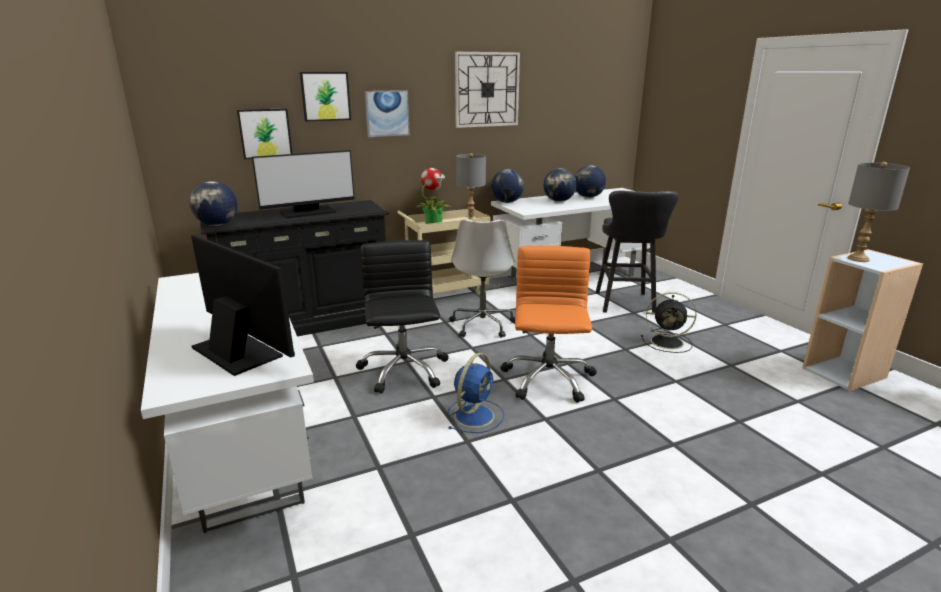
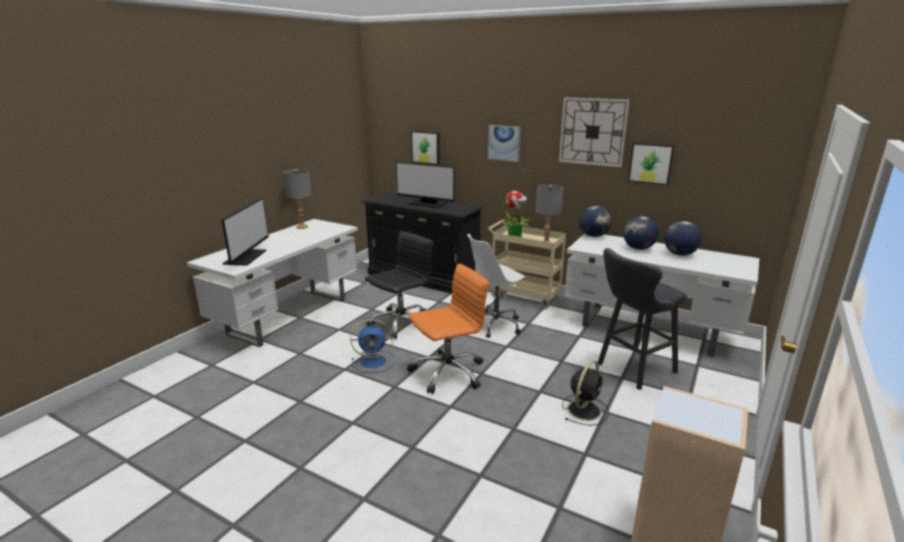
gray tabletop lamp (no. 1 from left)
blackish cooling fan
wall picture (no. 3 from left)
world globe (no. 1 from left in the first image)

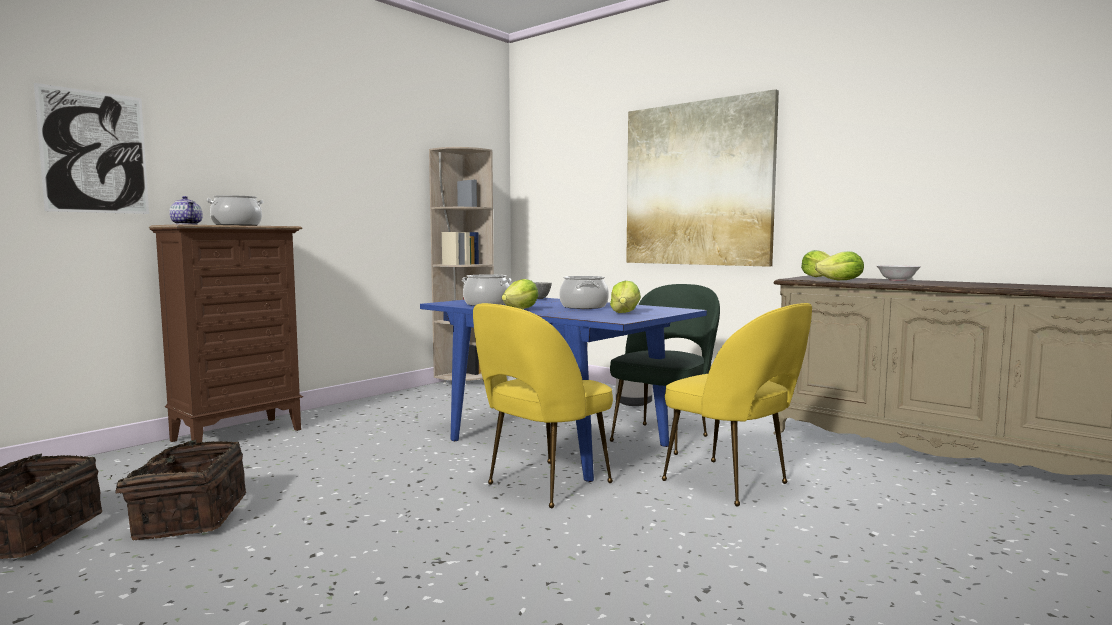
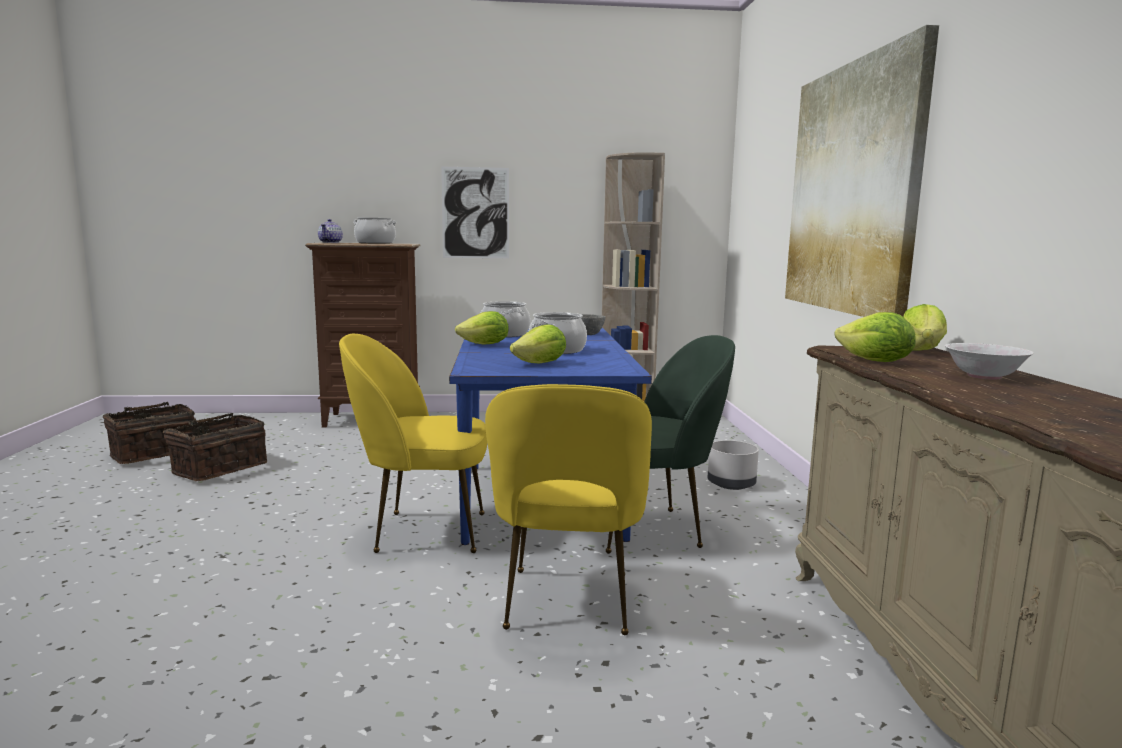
wall picture (no. 1 from left)

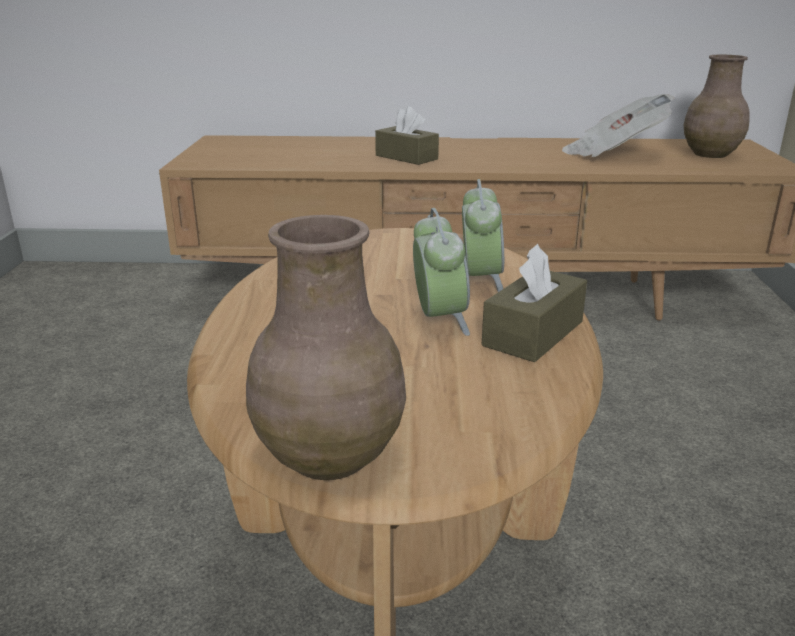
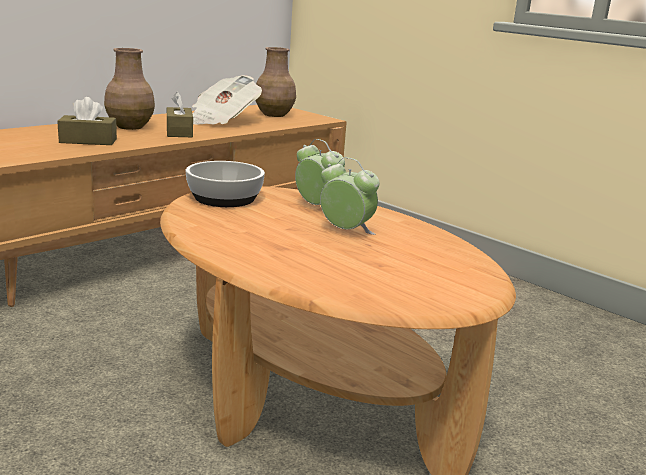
brown-coloured decorative vase (no. 1 from left)
brown-coloured box of tissues (no. 2 from left)
deep dish

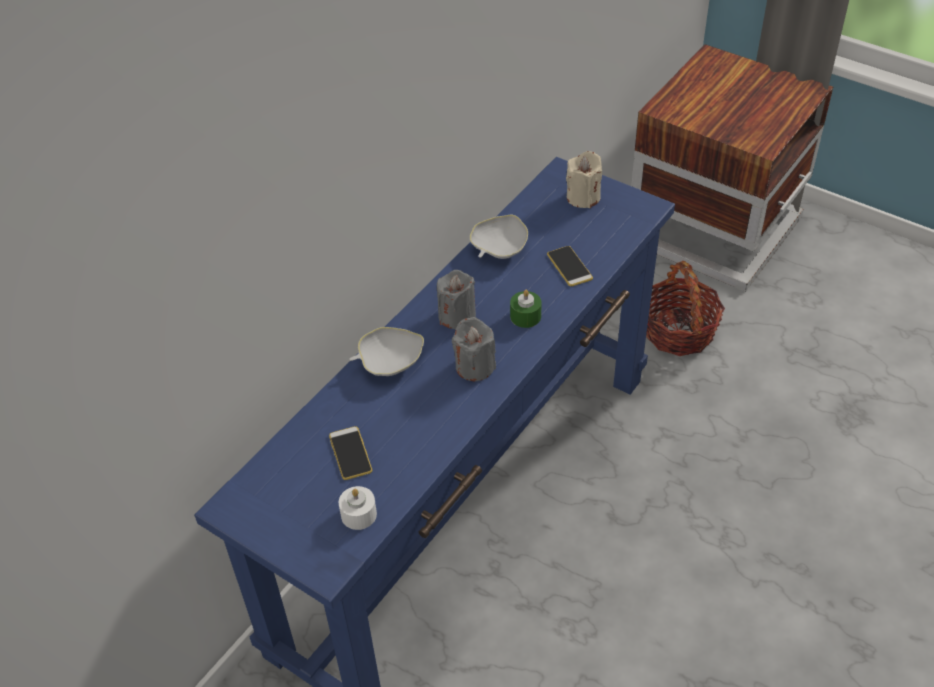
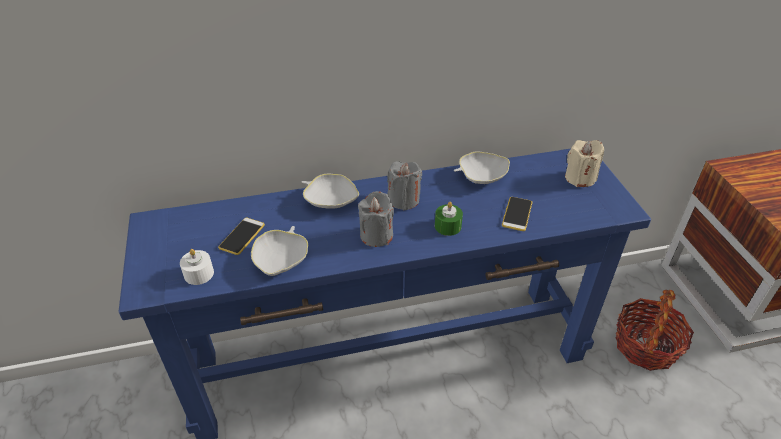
white-coloured deep dish (no. 1 from left)

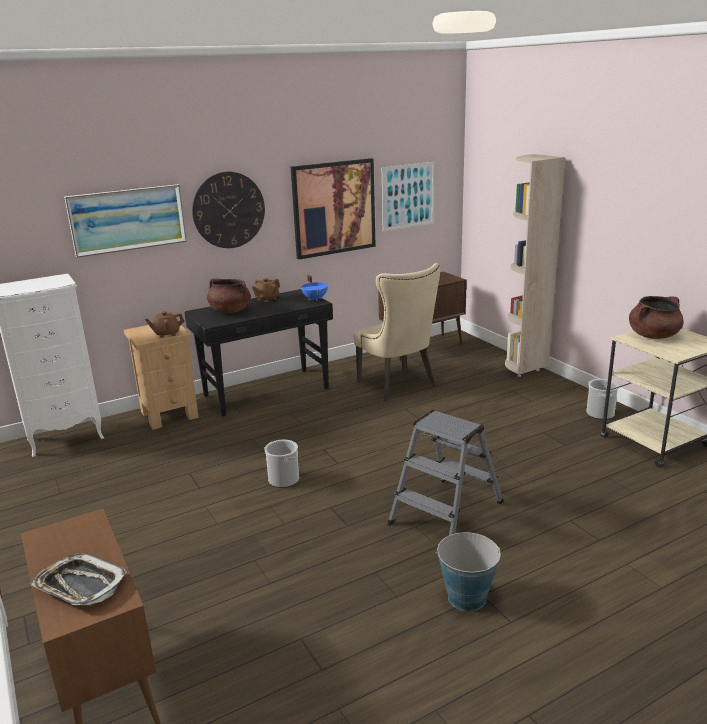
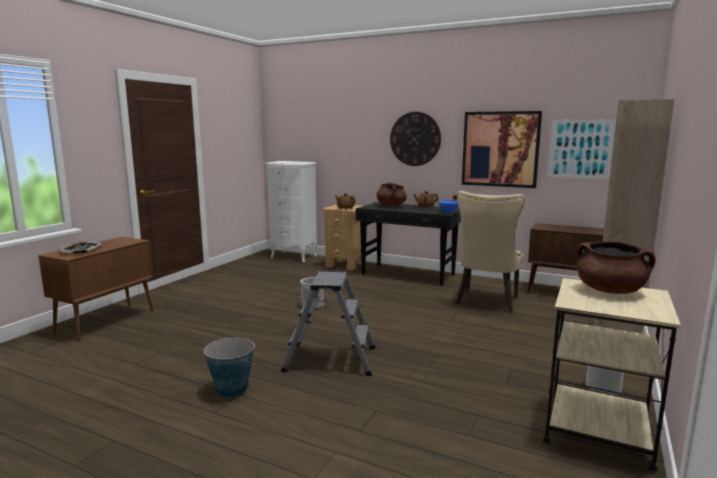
wall picture (no. 1 from left in the first image)

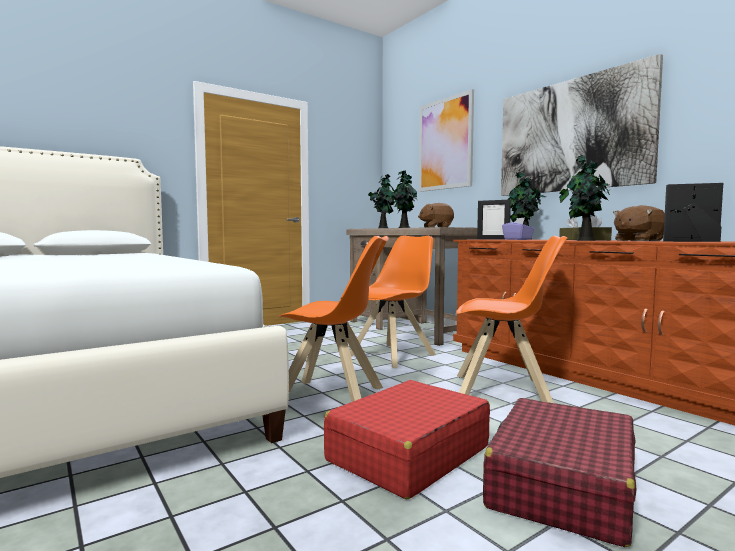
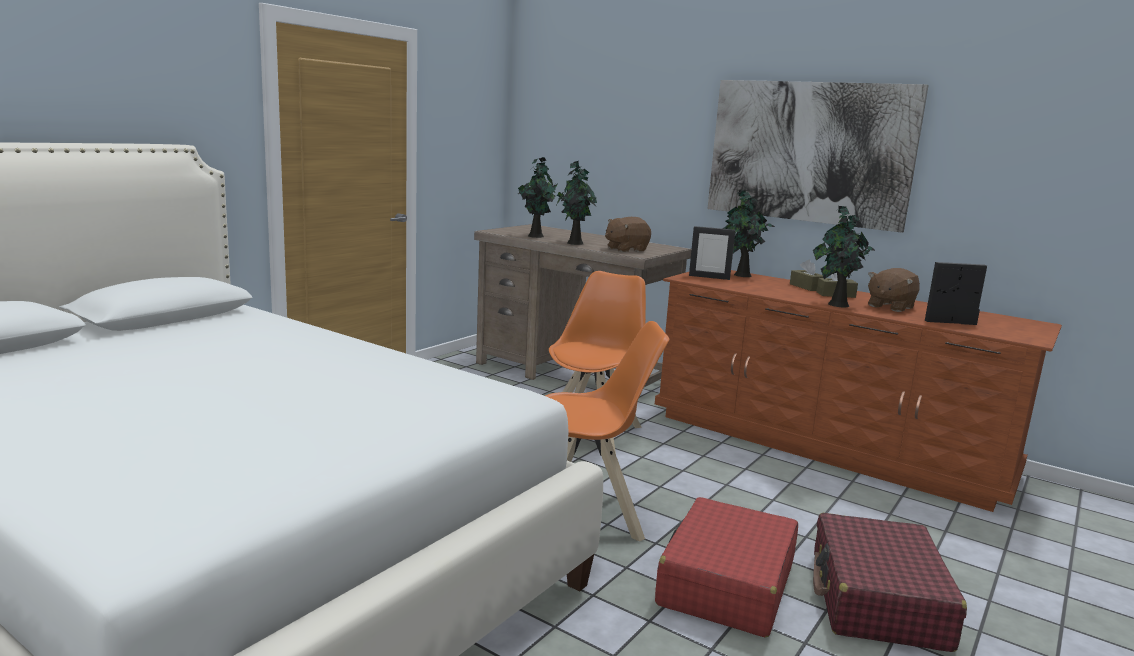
wall picture (no. 1 from left in the first image)
orangey chair (no. 3 from left in the first image)
purplish box of tissues

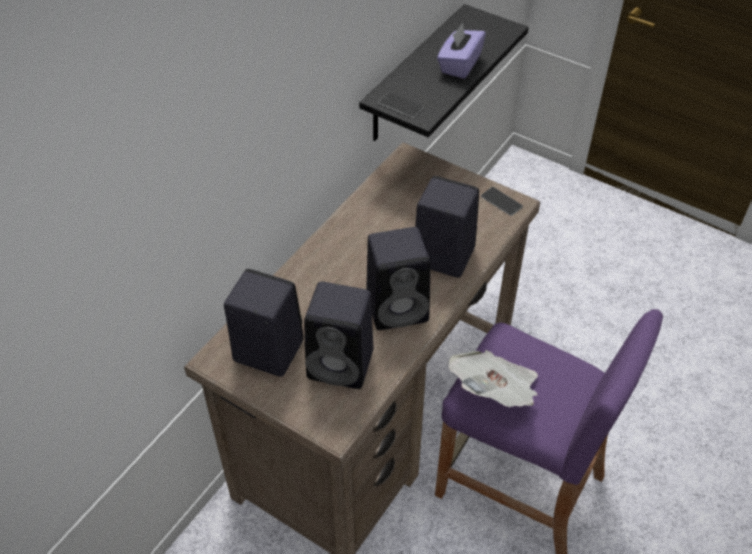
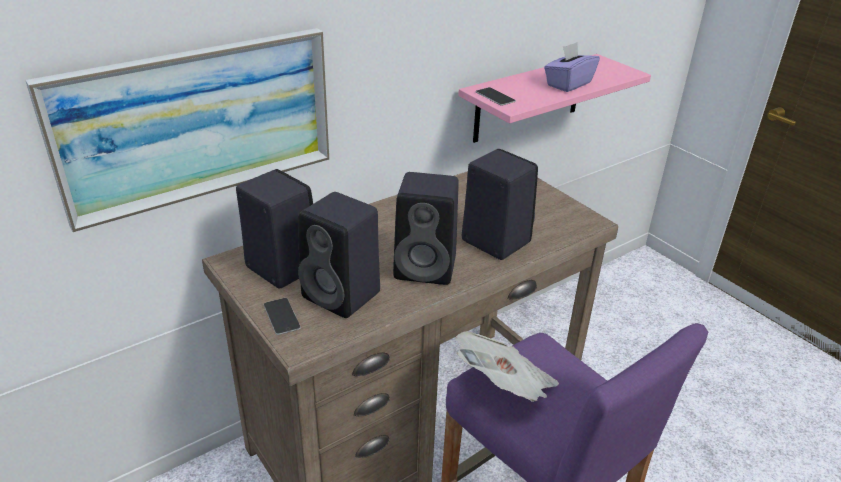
wall picture
handset (no. 1 from left)
pink-coloured bracket shelf

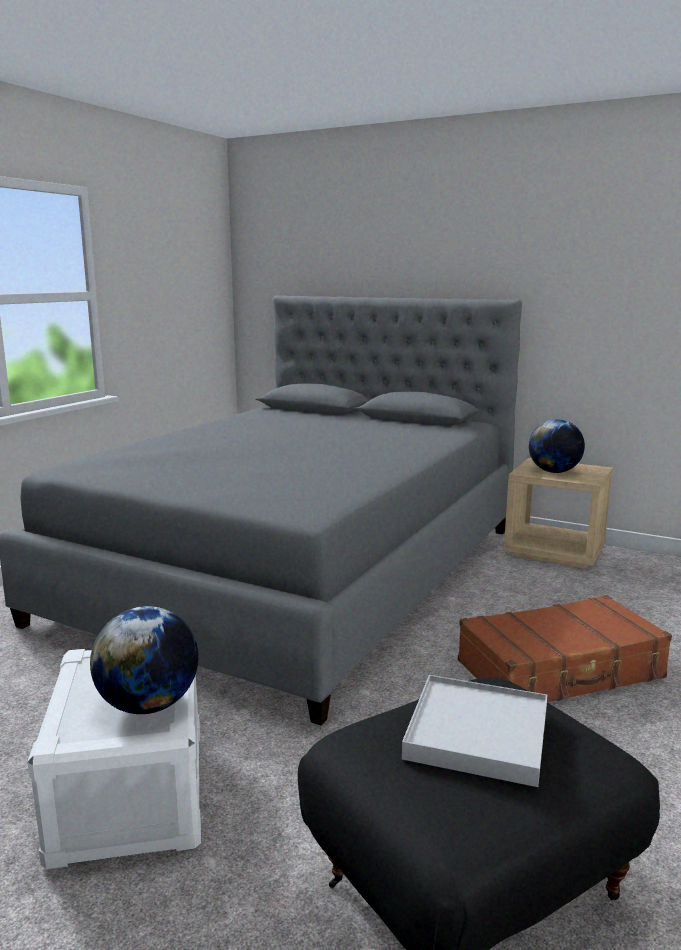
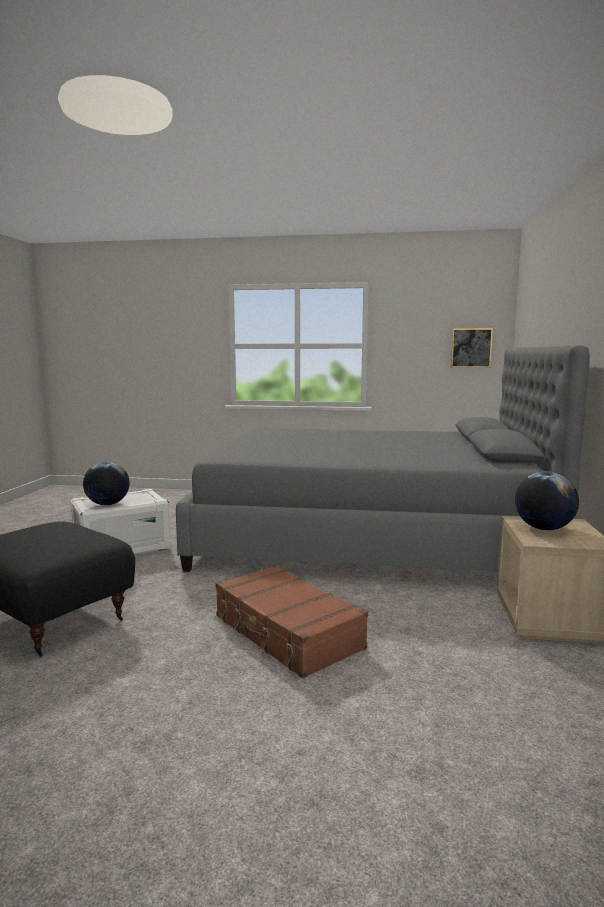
wall picture
white-coloured tray

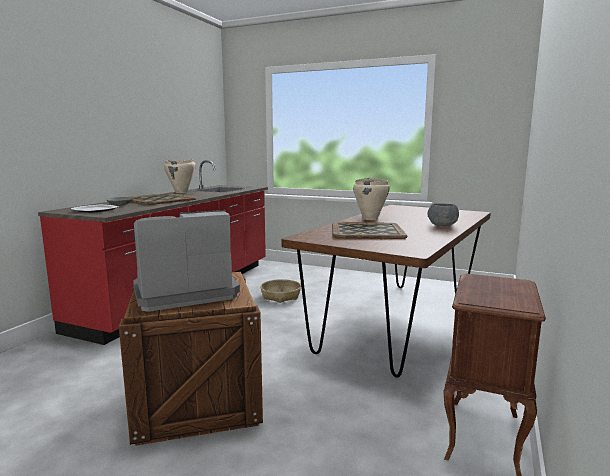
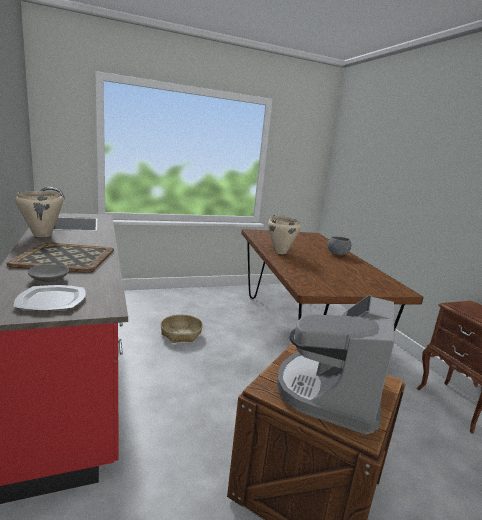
tray (no. 2 from left in the first image)

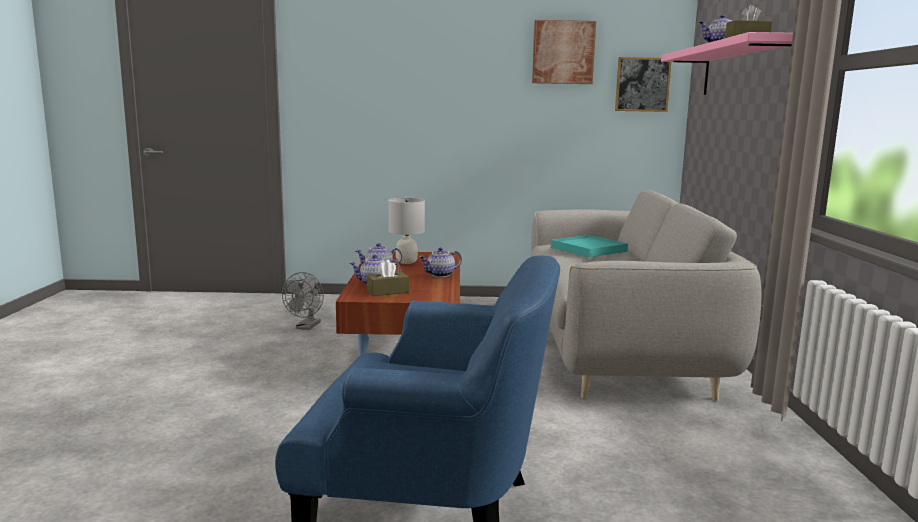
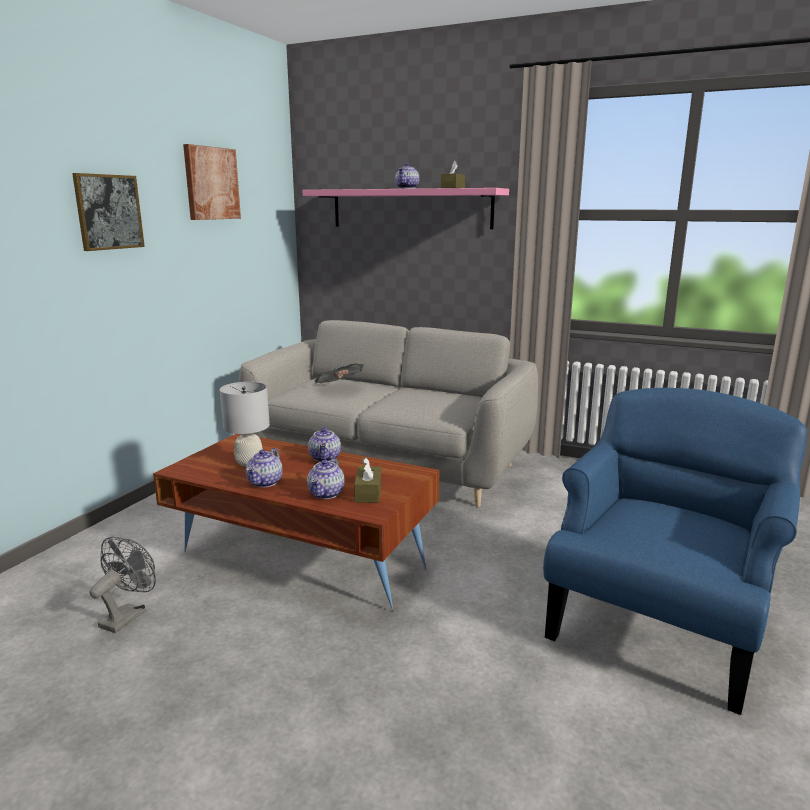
wall picture (no. 1 from left)
gray cooling fan
daily paper

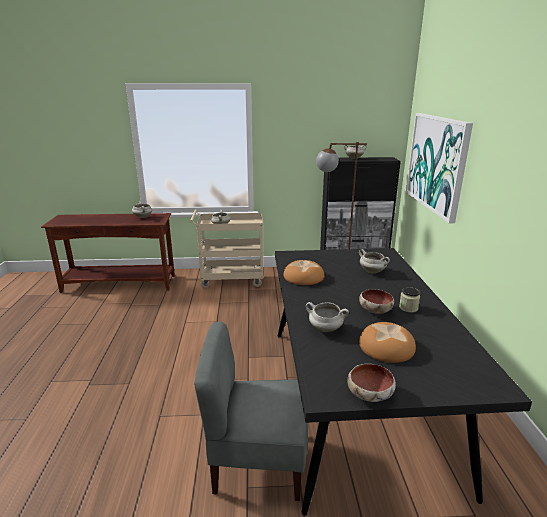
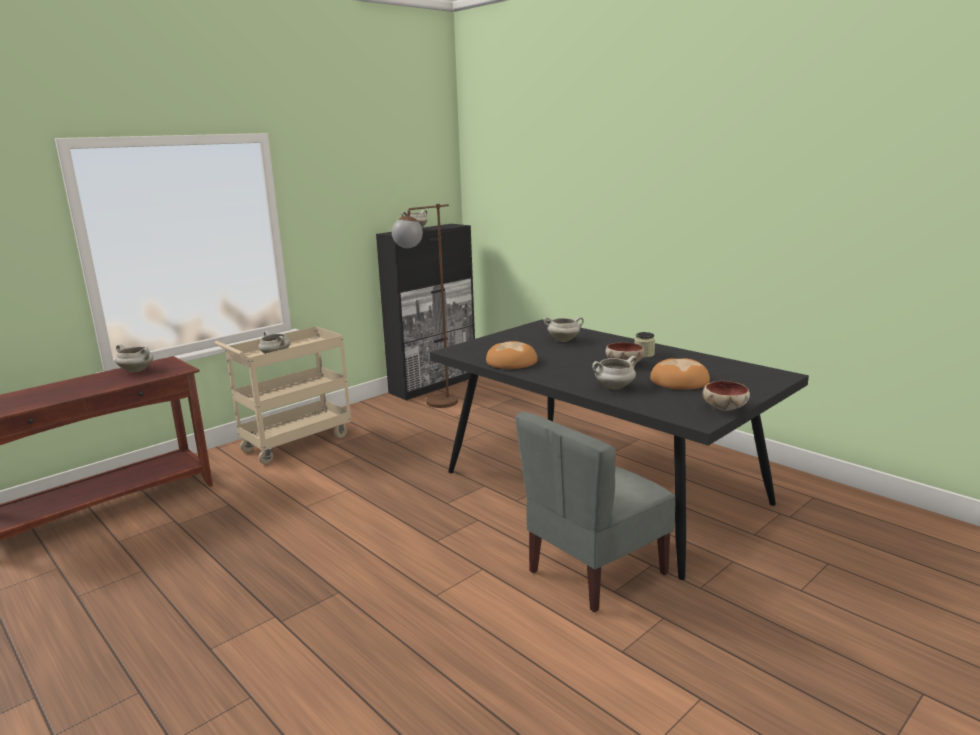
wall picture

